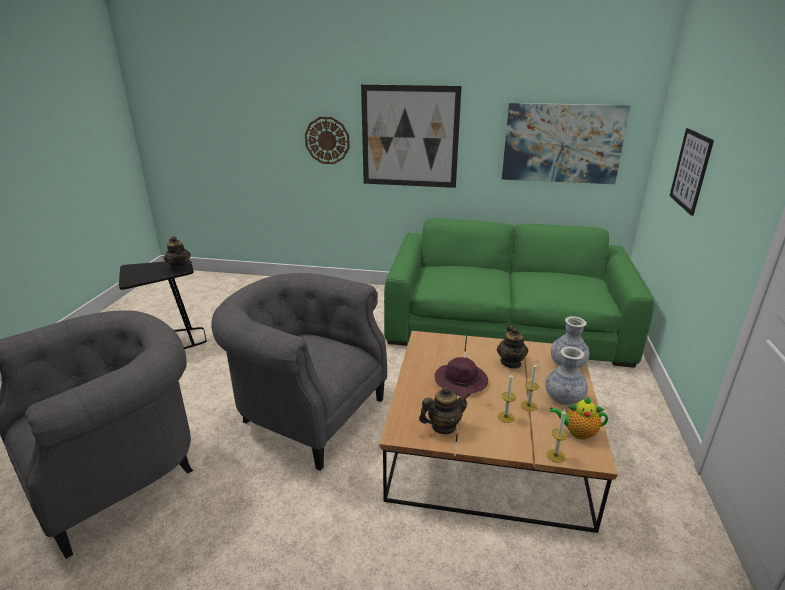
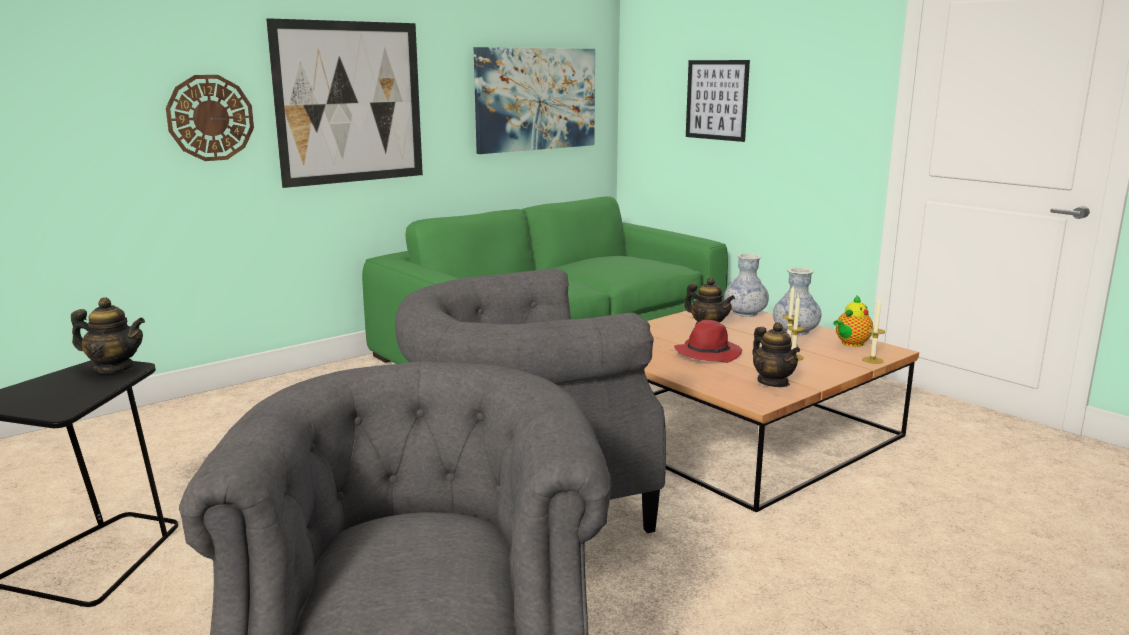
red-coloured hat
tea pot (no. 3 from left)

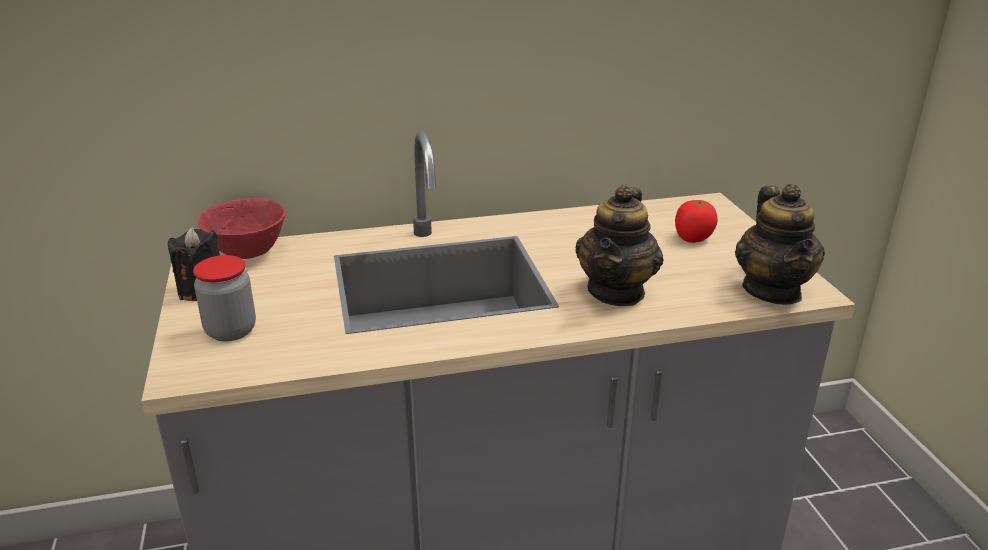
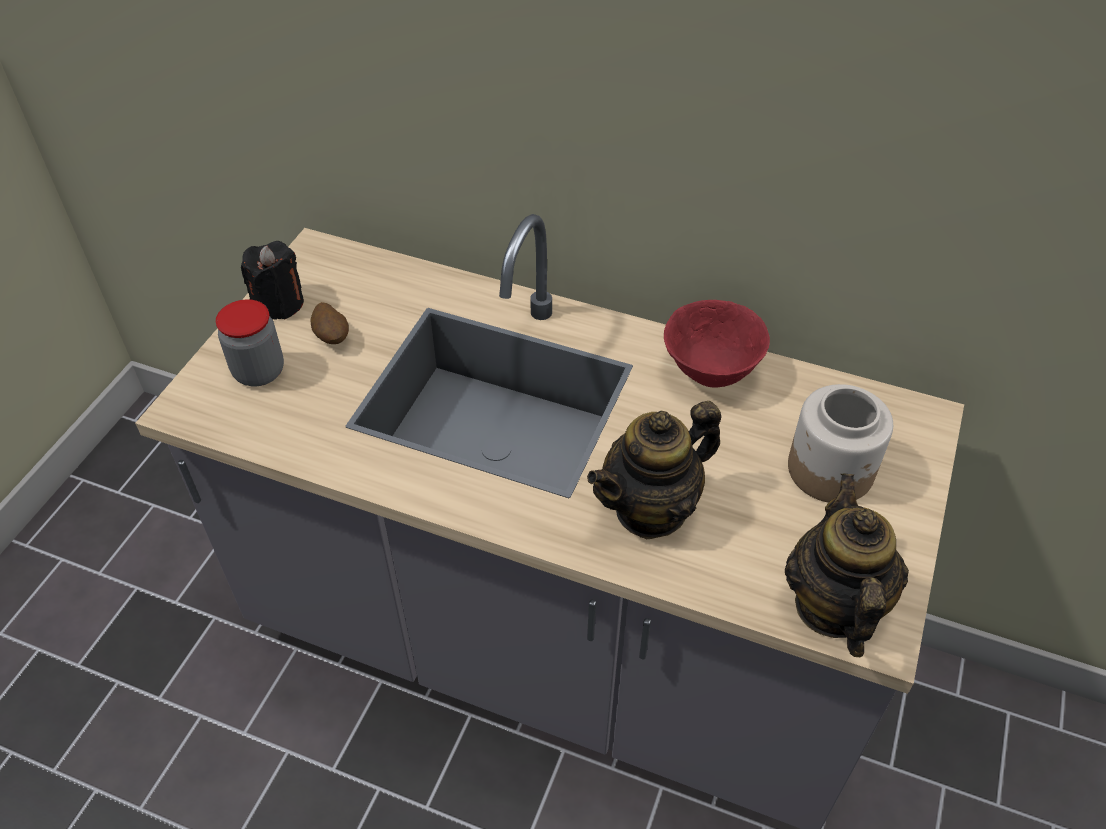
spud
red-coloured deep dish
tea pot (no. 2 from left)
storage jar (no. 2 from left)

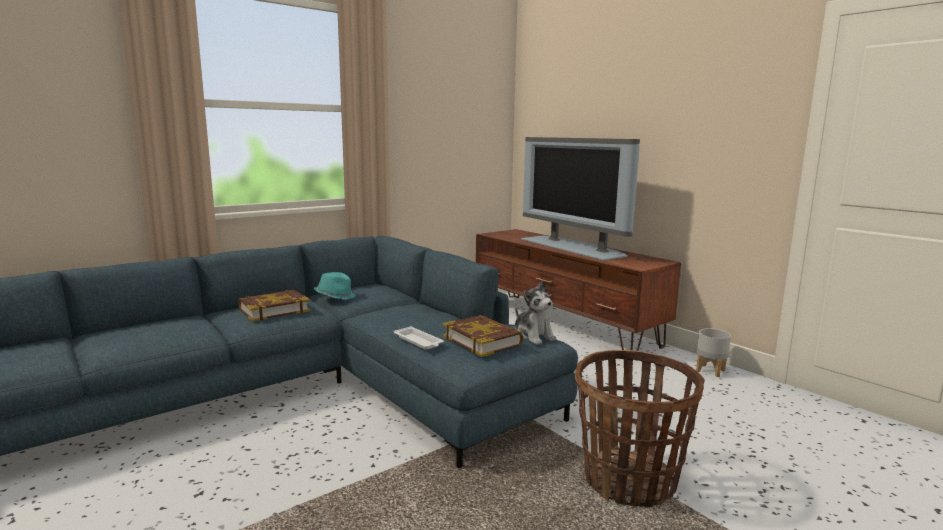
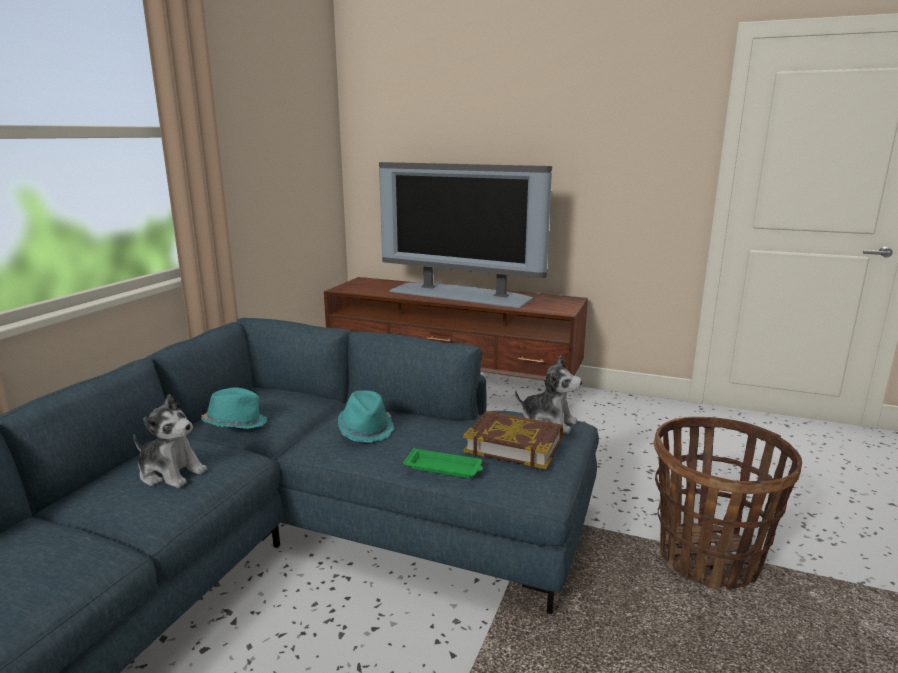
soft toy (no. 1 from left)
turquoise hat (no. 2 from left)
green-coloured tray
gray flower pot

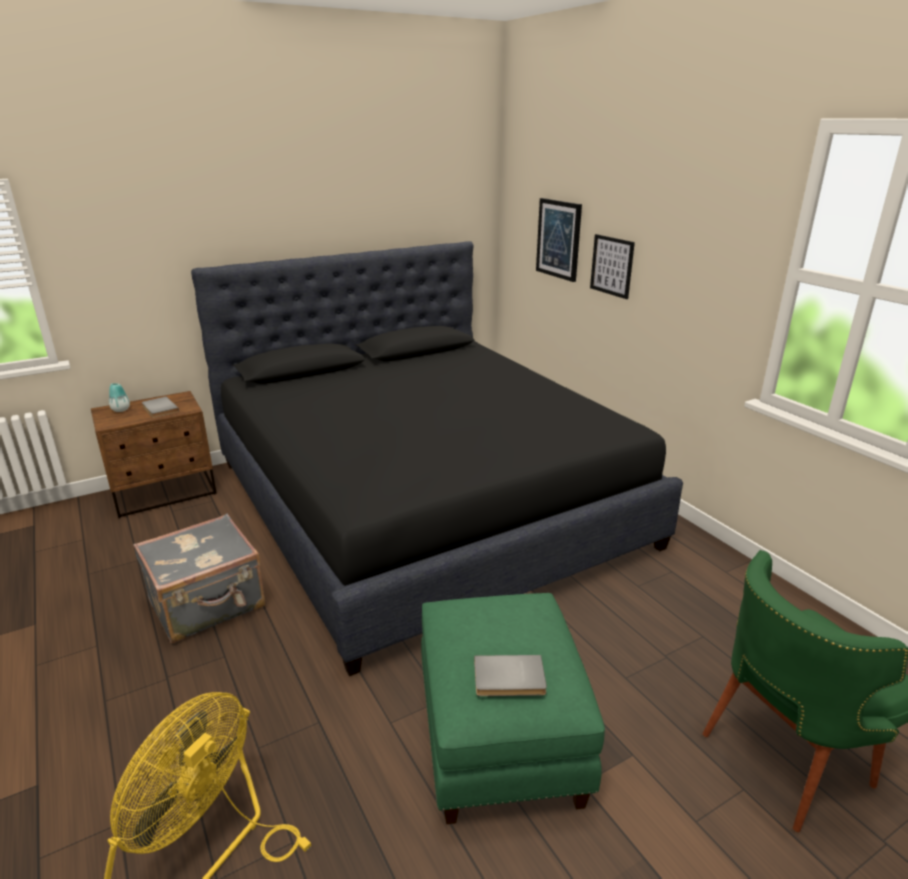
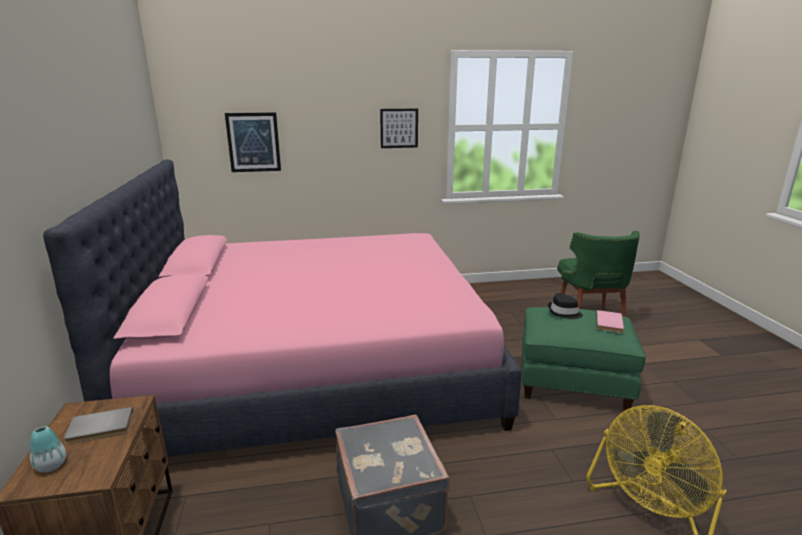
pink-coloured bed
wall picture (no. 2 from left)
blackish hat
pink-coloured book

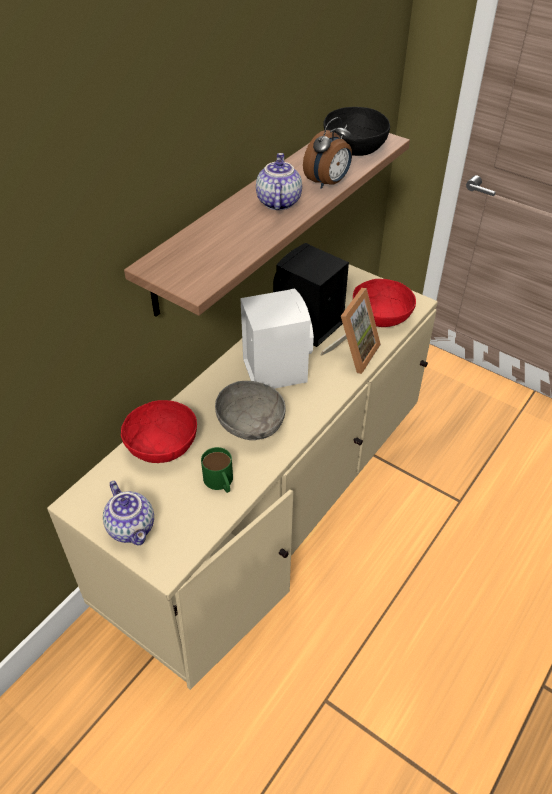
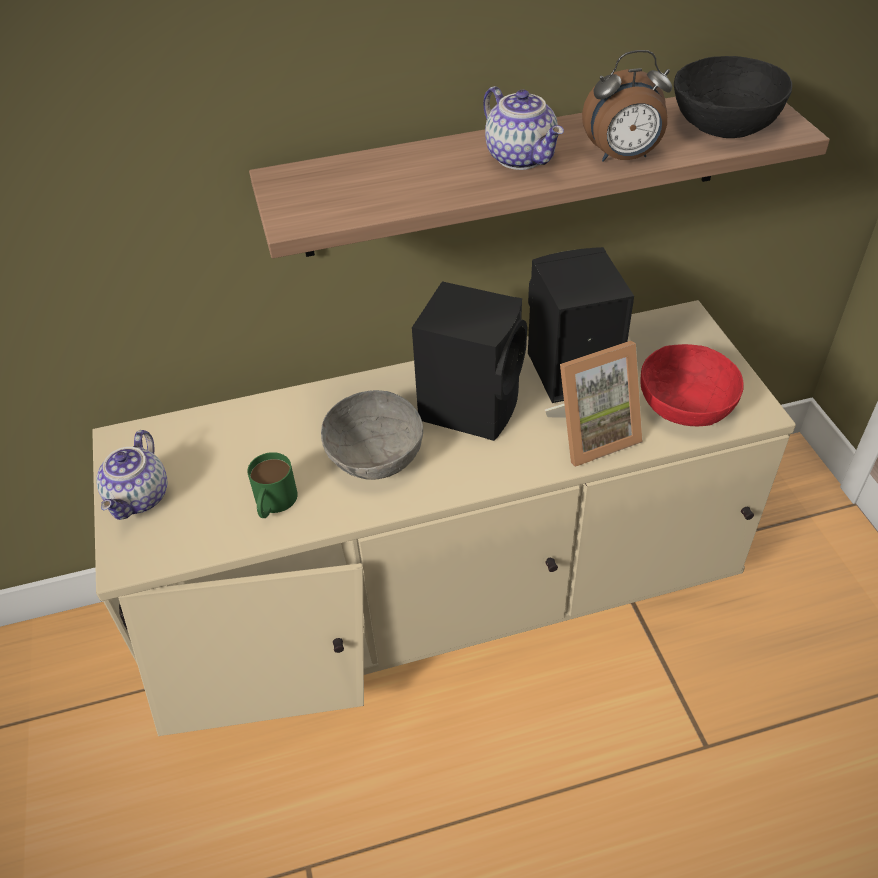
blackish loudspeaker (no. 1 from left)
tea pot (no. 2 from left)
red-coloured deep dish (no. 1 from left in the first image)

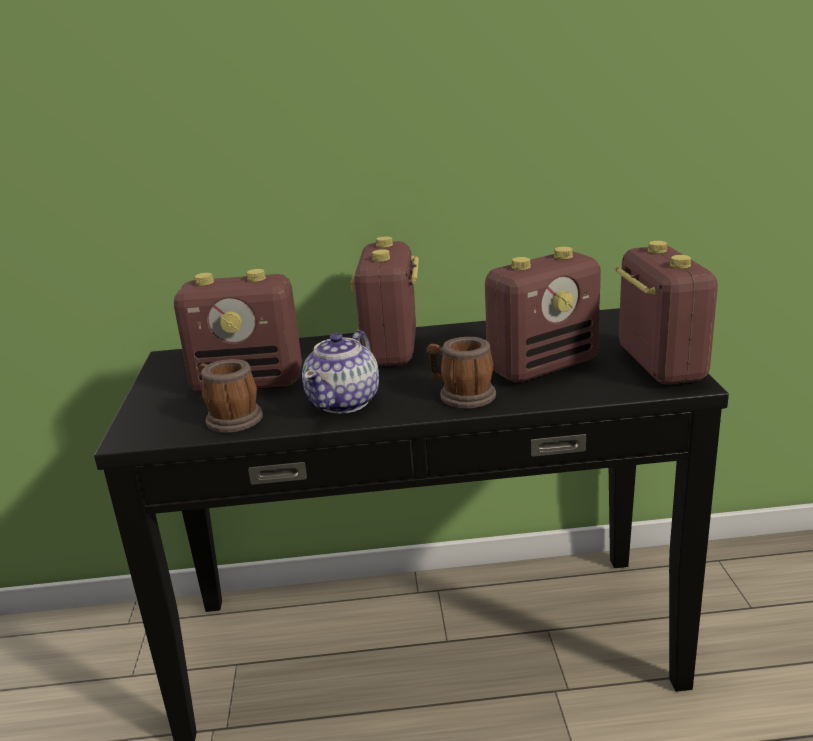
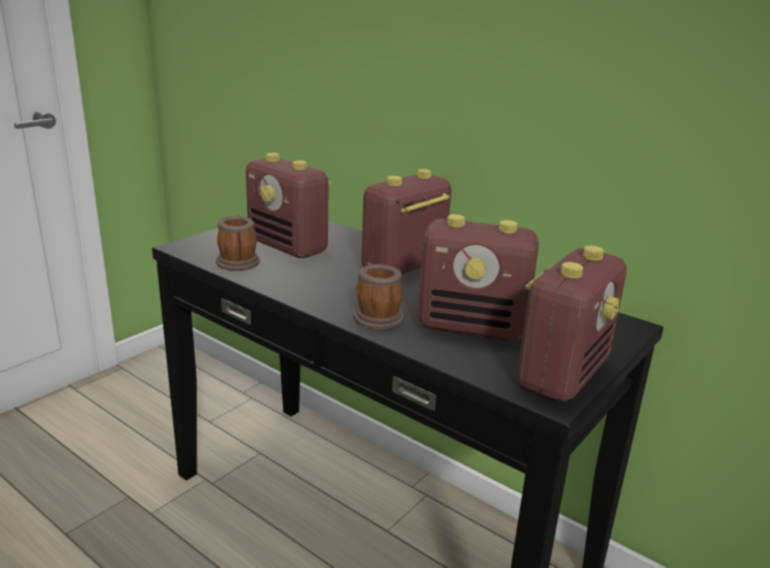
tea pot

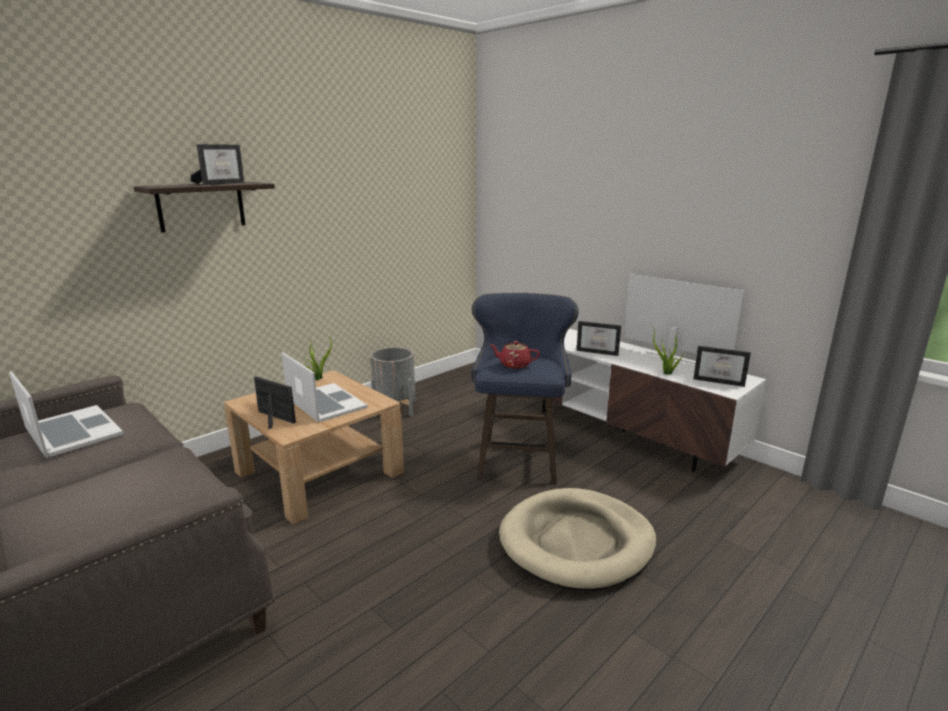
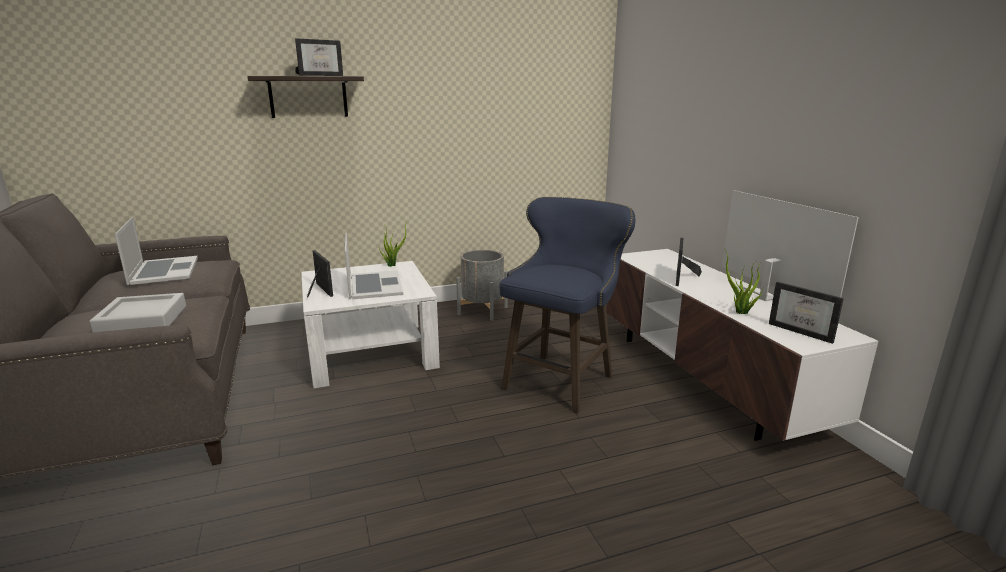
gray tray
white-coloured low table
photo frame (no. 3 from left)
red-coloured tea pot
beige dog cushion

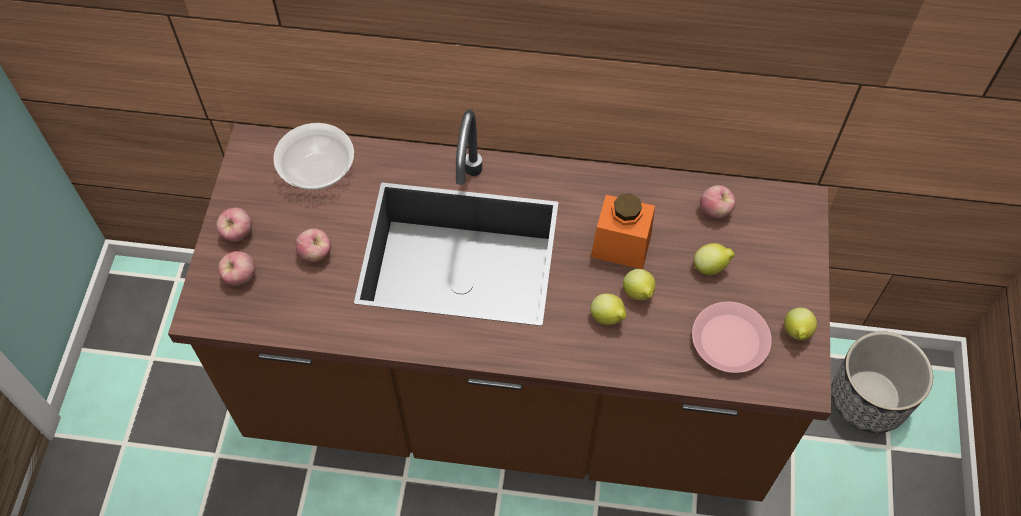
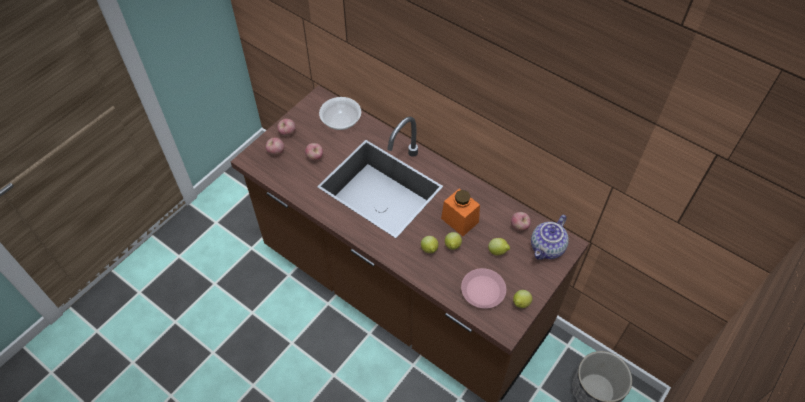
tea pot

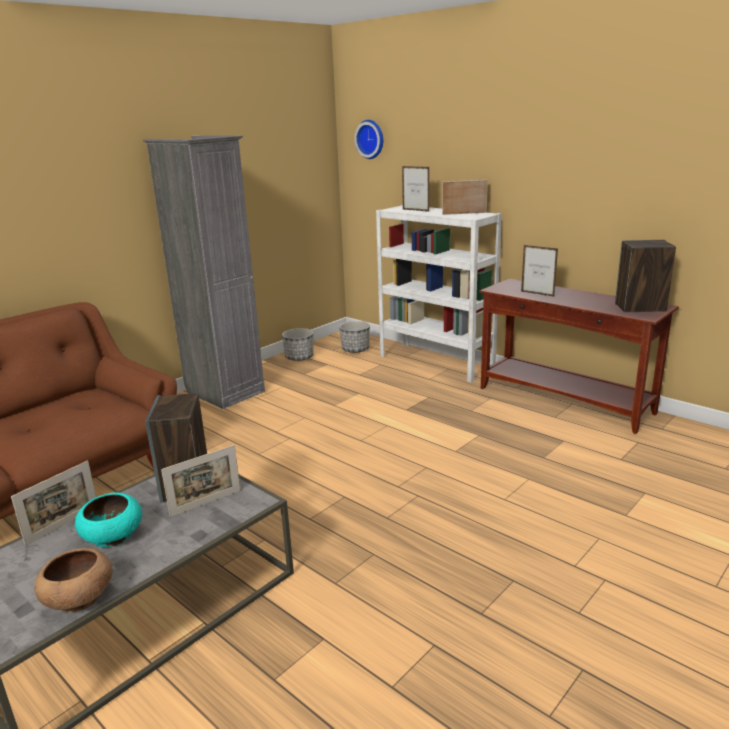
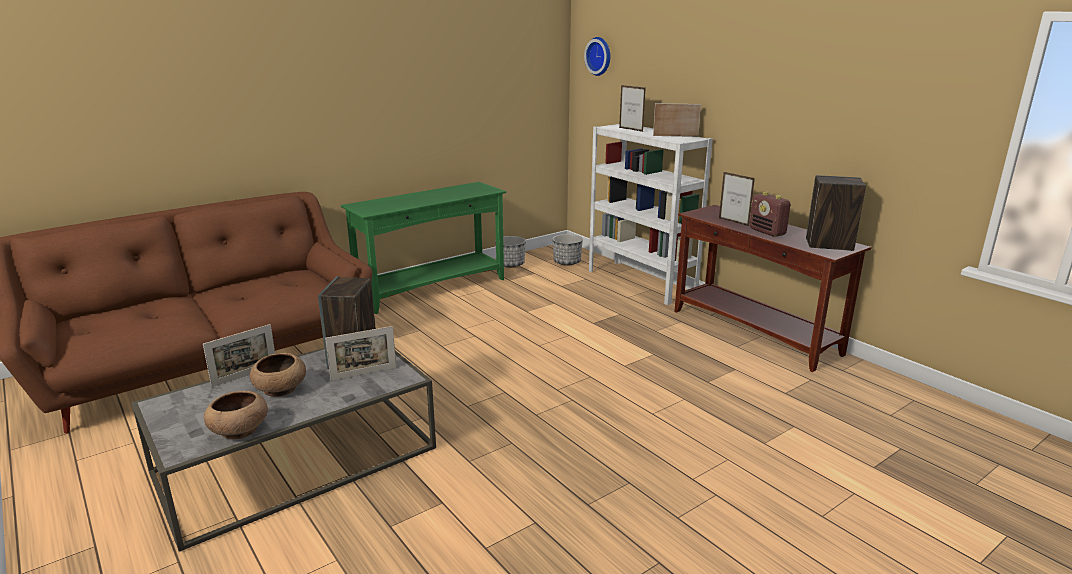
brown-coloured deep dish (no. 2 from left)
green-coloured console table
radio

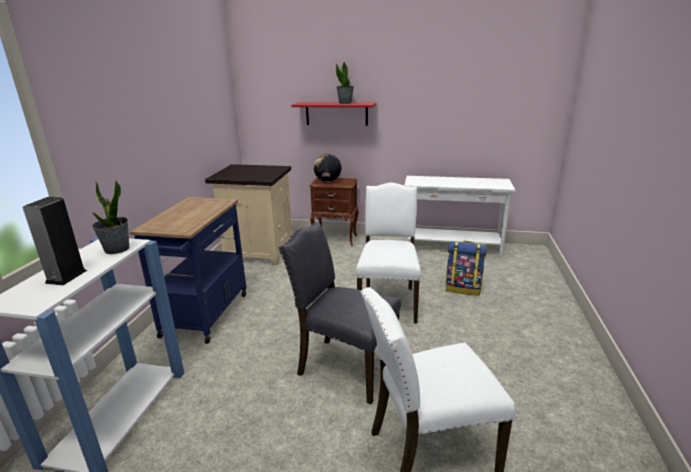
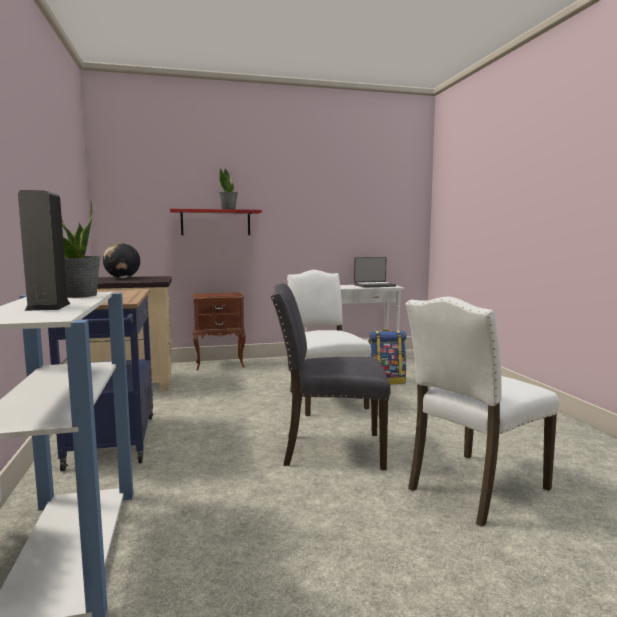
world globe
laptop

